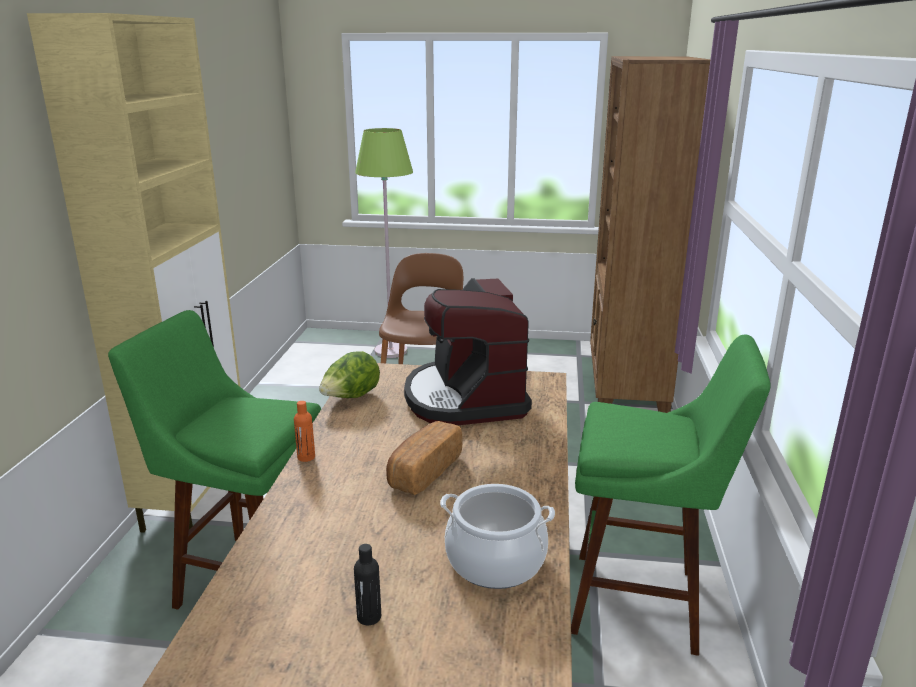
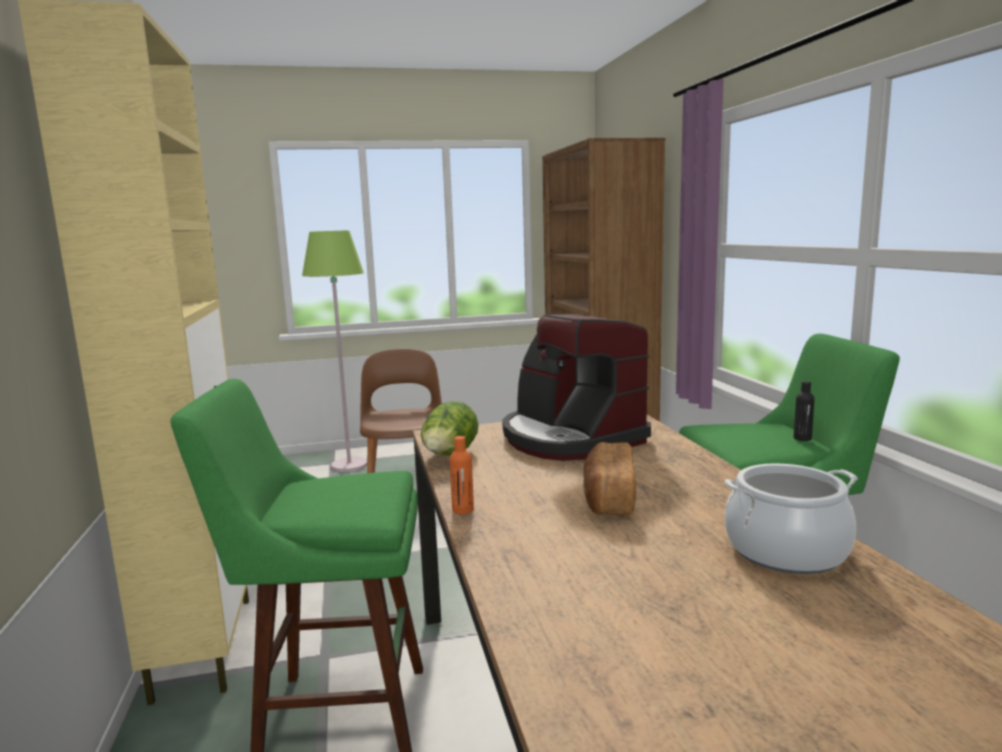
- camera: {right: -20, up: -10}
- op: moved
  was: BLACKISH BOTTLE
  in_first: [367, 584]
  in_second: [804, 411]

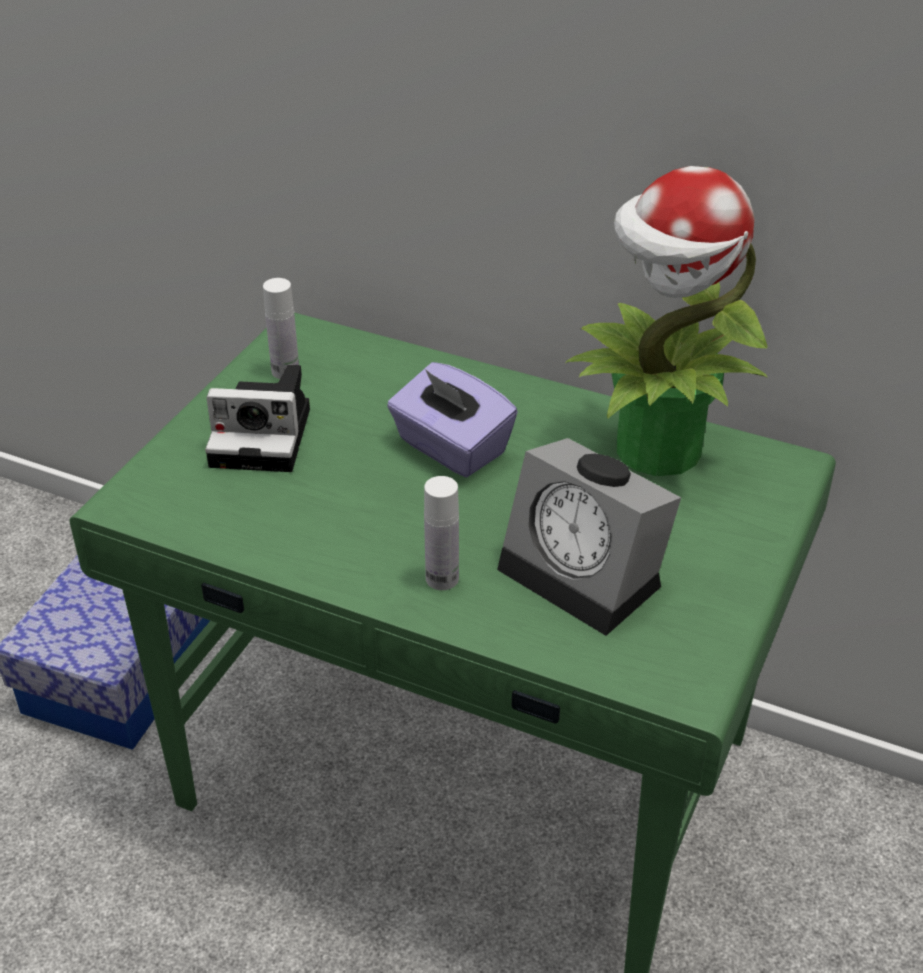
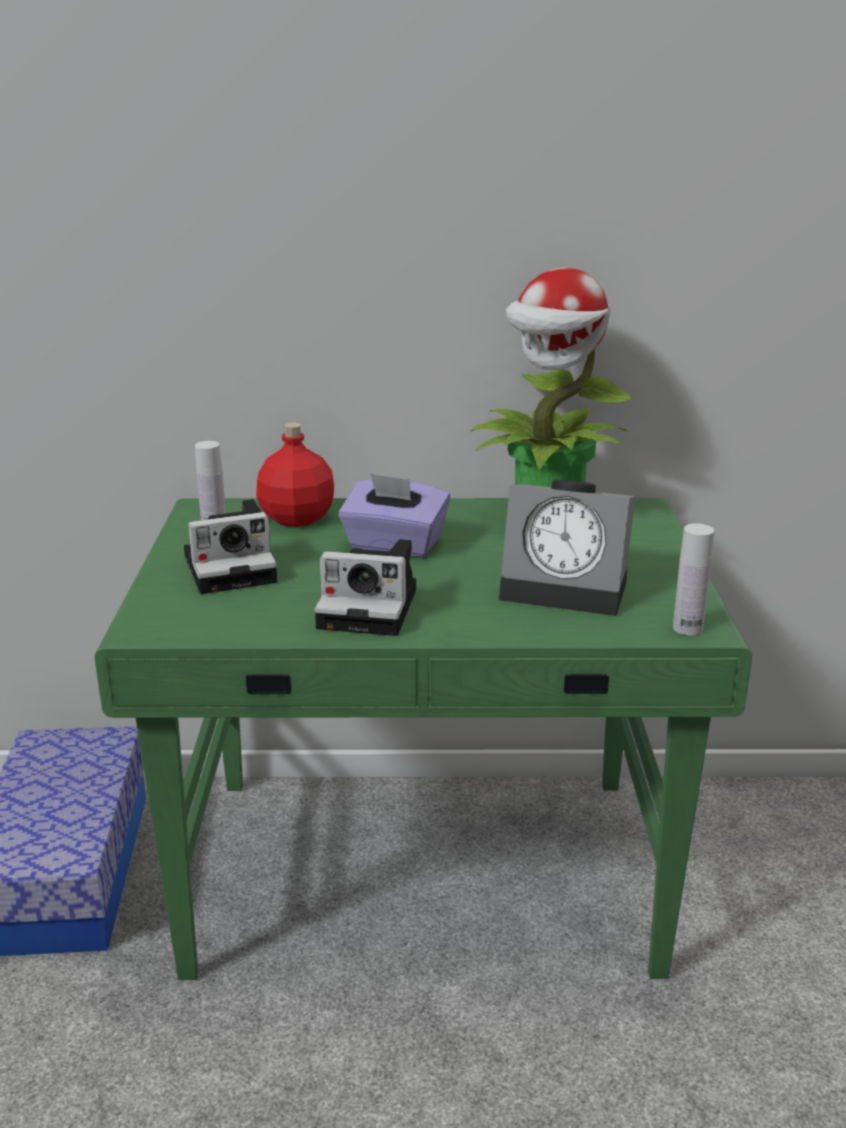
- camera: {right: -25, up: -15}
- op: added
  now: RED BOTTLE
  in_second: [295, 475]
- op: added
  now: PHOTO CAMERA
  in_second: [365, 587]
- op: moved
  was: WHITISH BOTTLE
  in_first: [441, 533]
  in_second: [693, 579]

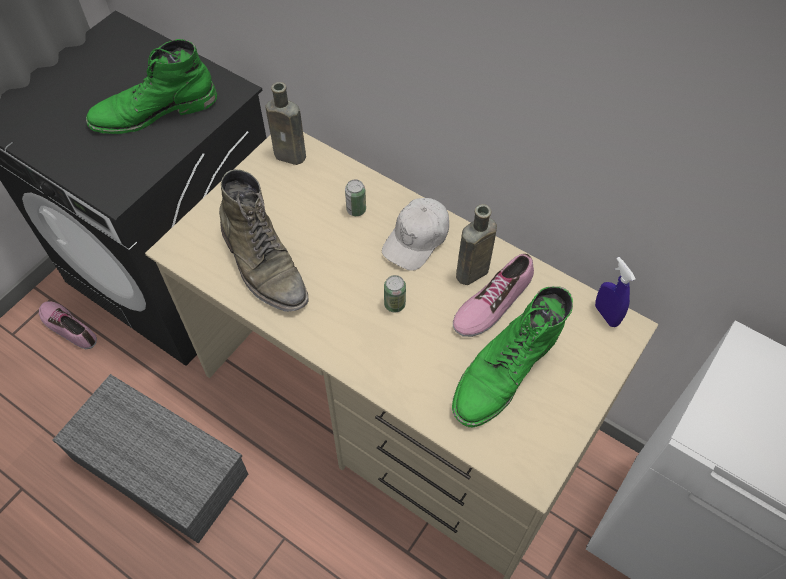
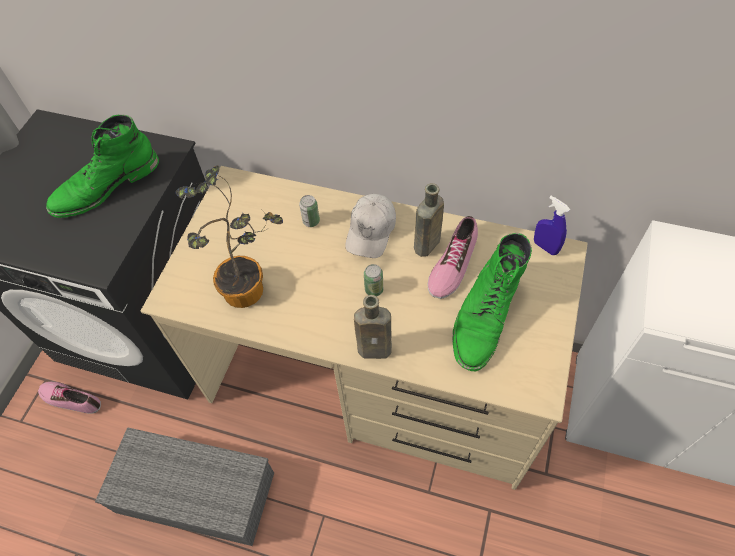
- camera: {right: -15, up: 0}
- op: replaced
  was: GREENISH HIGH-TOP BOOT
  now: HOUSEPLANT
  in_first: [263, 240]
  in_second: [229, 236]
- op: moved
  was: BROWNISH BOTTLE
  in_first: [285, 123]
  in_second: [373, 327]

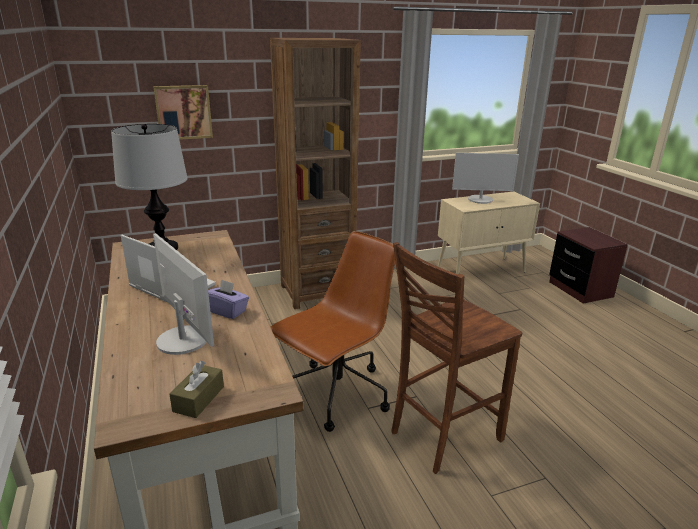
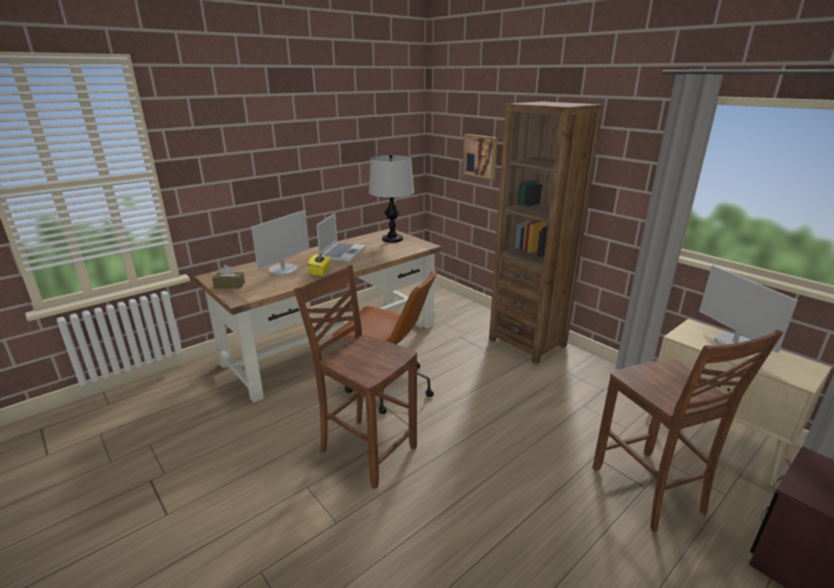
- camera: {right: 70, up: 0}
- op: recoloured
  was: PURPLE-COLOURED BOX OF TISSUES
  now: YELLOW-COLOURED BOX OF TISSUES
  in_first: [228, 299]
  in_second: [319, 264]
- op: added
  now: BROWNISH CHAIR
  in_second: [688, 430]

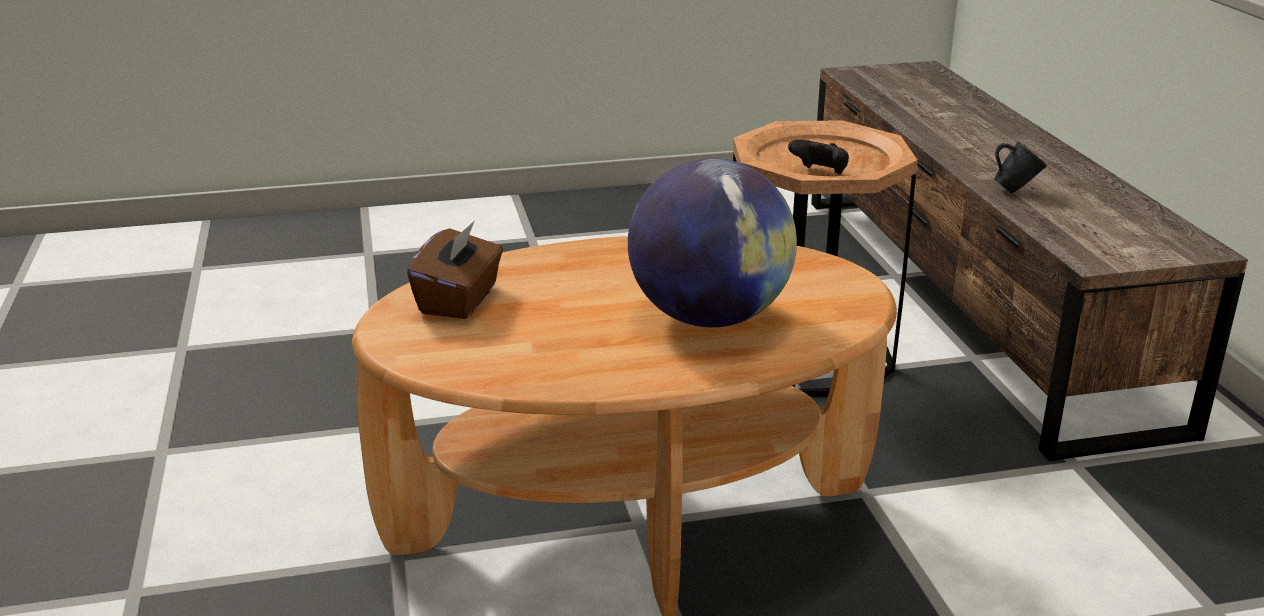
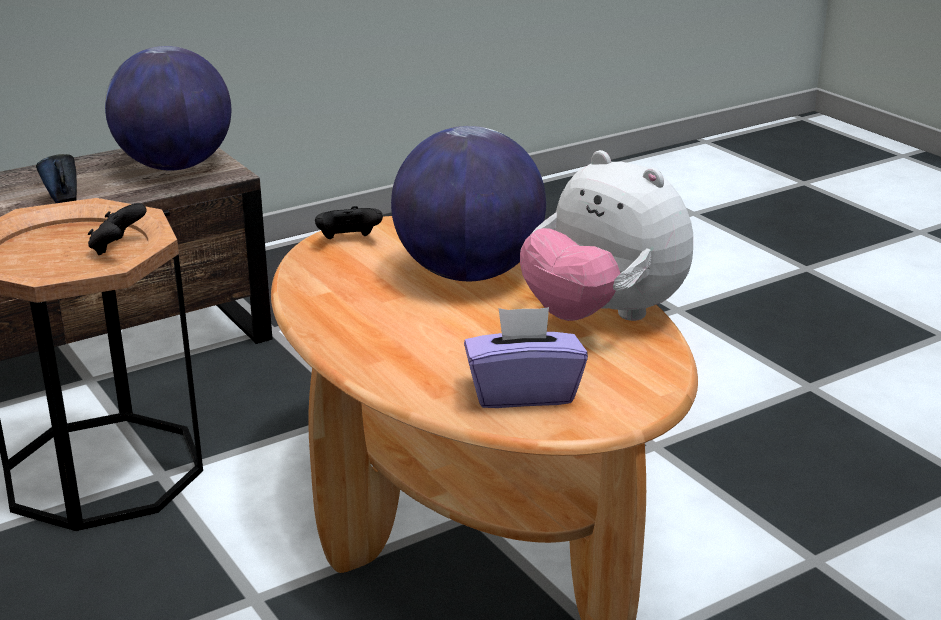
- camera: {right: -110, up: 0}
- op: added
  now: WORLD GLOBE
  in_second: [168, 108]
- op: added
  now: BLACKISH JOYPAD
  in_second: [349, 222]
- op: recoloured
  was: BROWNISH BOX OF TISSUES
  now: PURPLE-COLOURED BOX OF TISSUES
  in_first: [455, 270]
  in_second: [526, 357]
- op: added
  now: SOFT TOY
  in_second: [606, 235]

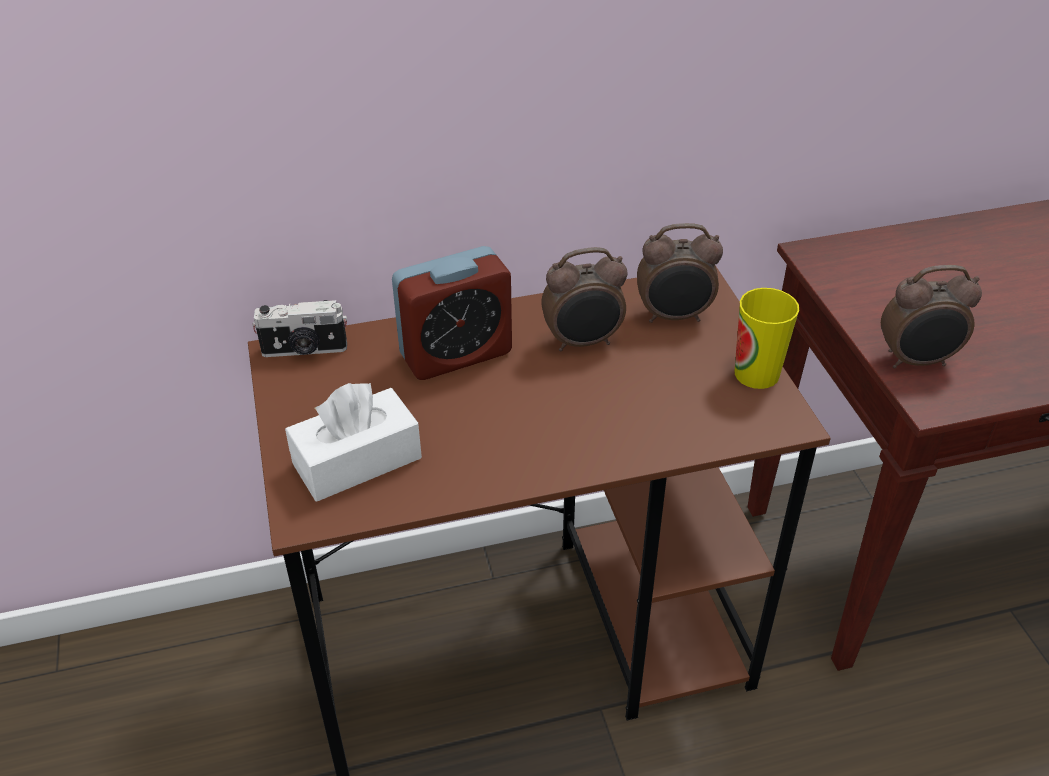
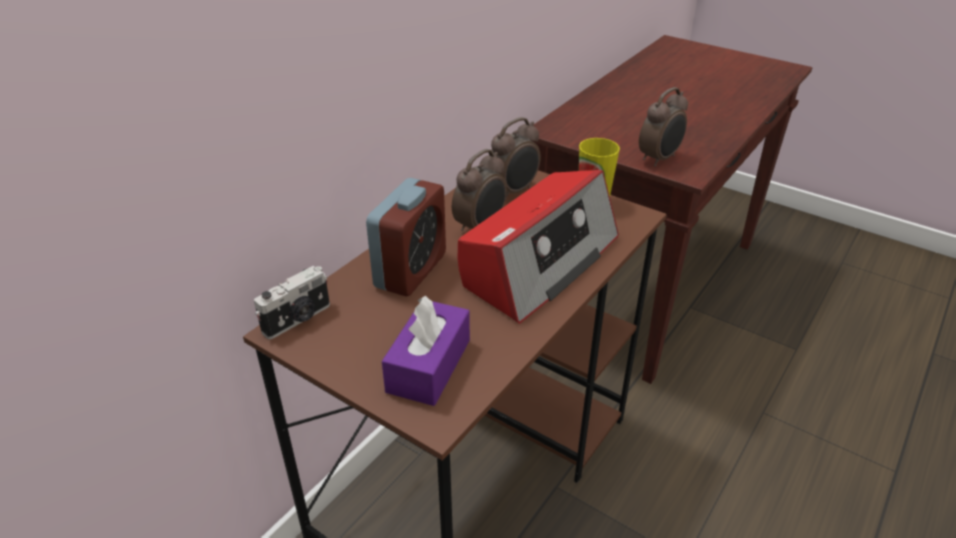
- camera: {right: -40, up: -5}
- op: recoloured
  was: WHITISH BOX OF TISSUES
  now: PURPLE-COLOURED BOX OF TISSUES
  in_first: [353, 442]
  in_second: [426, 351]
- op: added
  now: RADIO RECEIVER
  in_second: [538, 247]

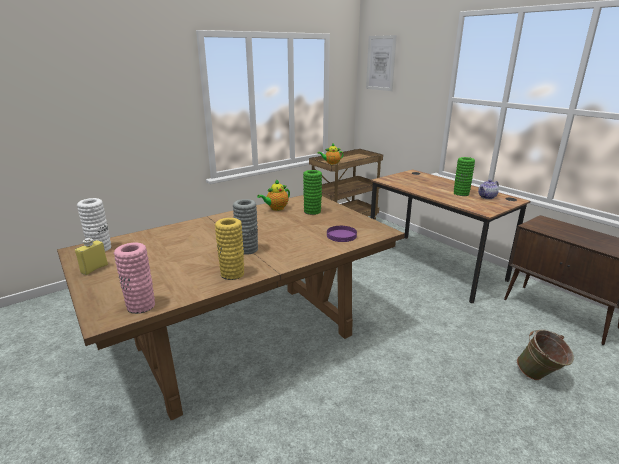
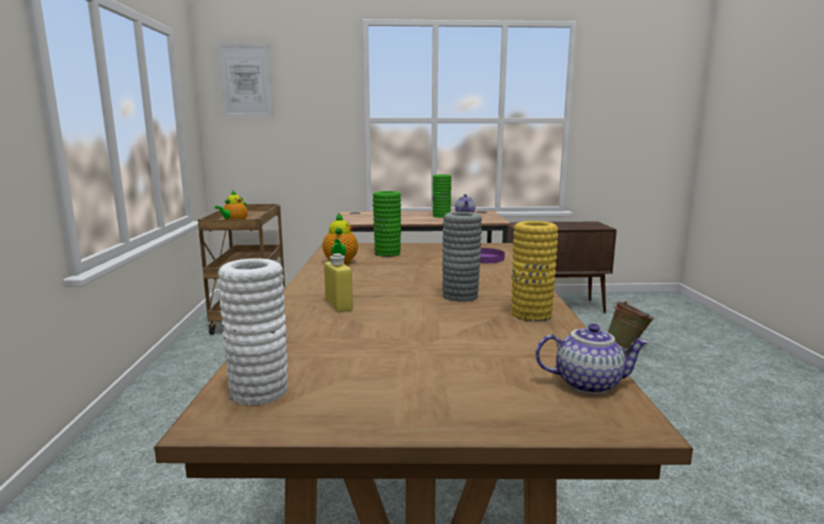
- camera: {right: -55, up: -10}
- op: moved
  was: YELLOW-COLOURED BOTTLE
  in_first: [91, 256]
  in_second: [338, 282]
- op: replaced
  was: PINK-COLOURED FLOWER VASE
  now: TEA POT
  in_first: [134, 278]
  in_second: [592, 359]

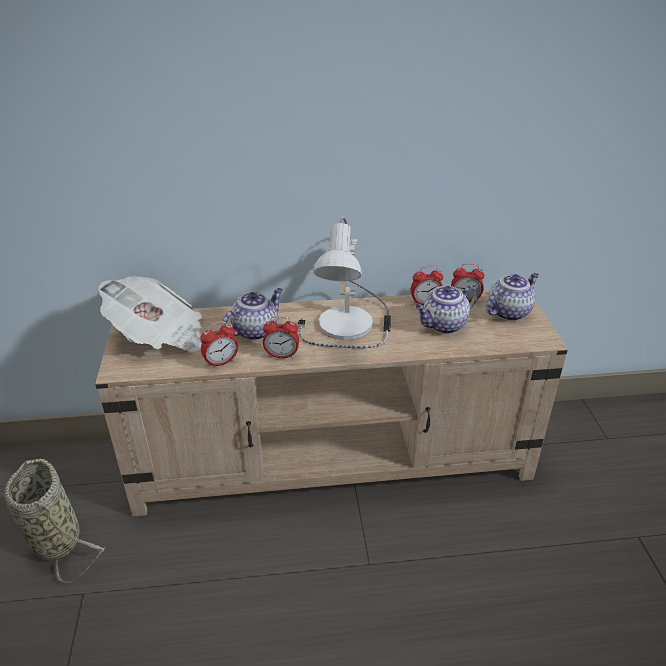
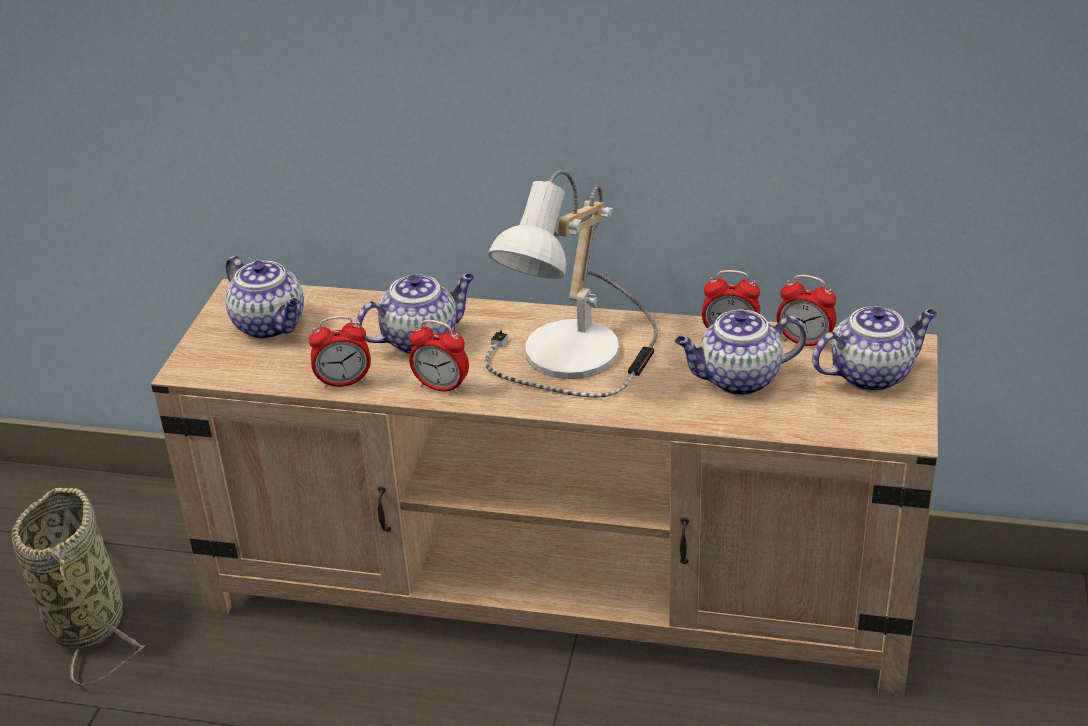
- camera: {right: 20, up: 0}
- op: replaced
  was: DAILY PAPER
  now: TEA POT
  in_first: [150, 314]
  in_second: [264, 297]

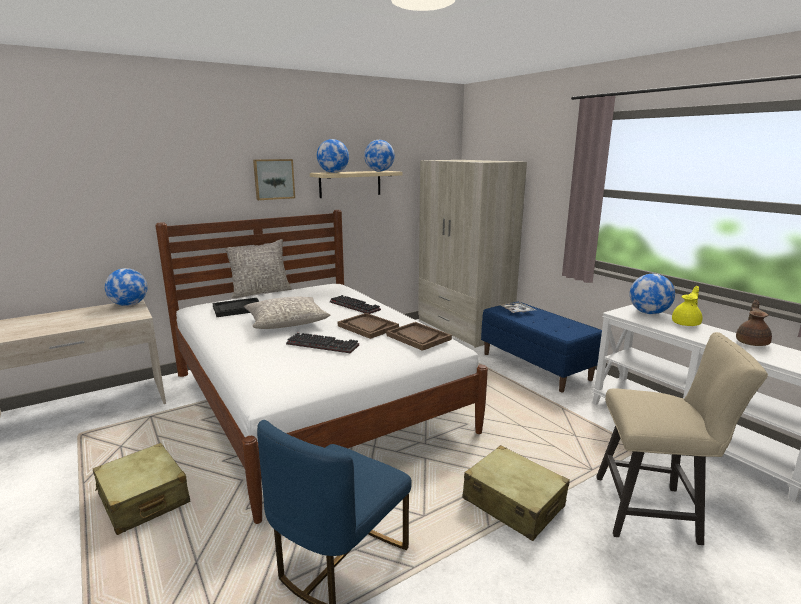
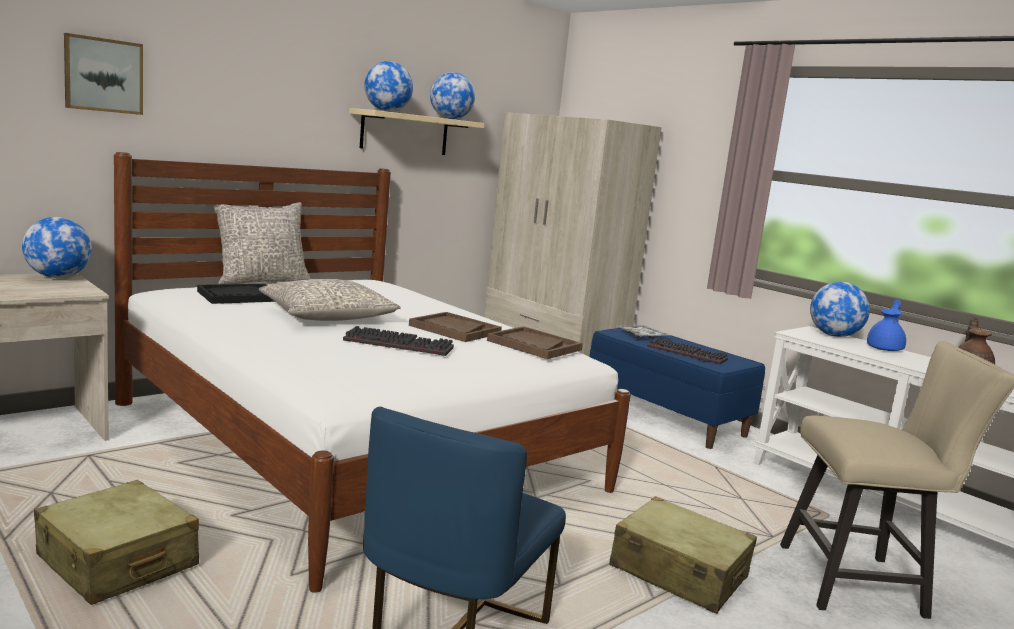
- camera: {right: -10, up: -5}
- op: moved
  was: WALL ART
  in_first: [274, 179]
  in_second: [103, 74]
- op: moved
  was: COMPUTER KEYBOARD
  in_first: [355, 304]
  in_second: [687, 351]
- op: recoloured
  was: YELLOW-COLOURED TEA POT
  now: BLUE-COLOURED TEA POT
  in_first: [687, 306]
  in_second: [886, 325]

